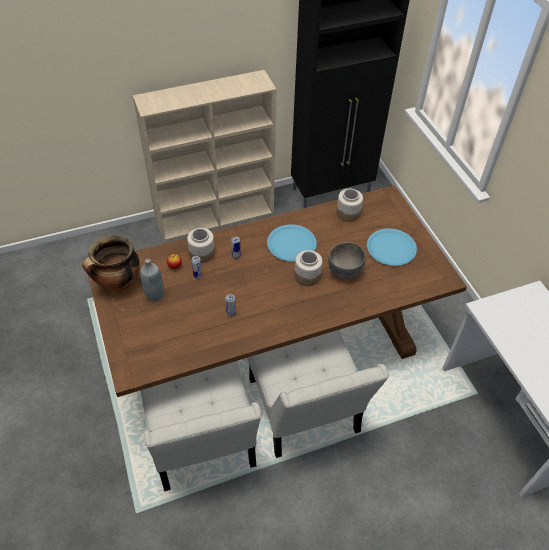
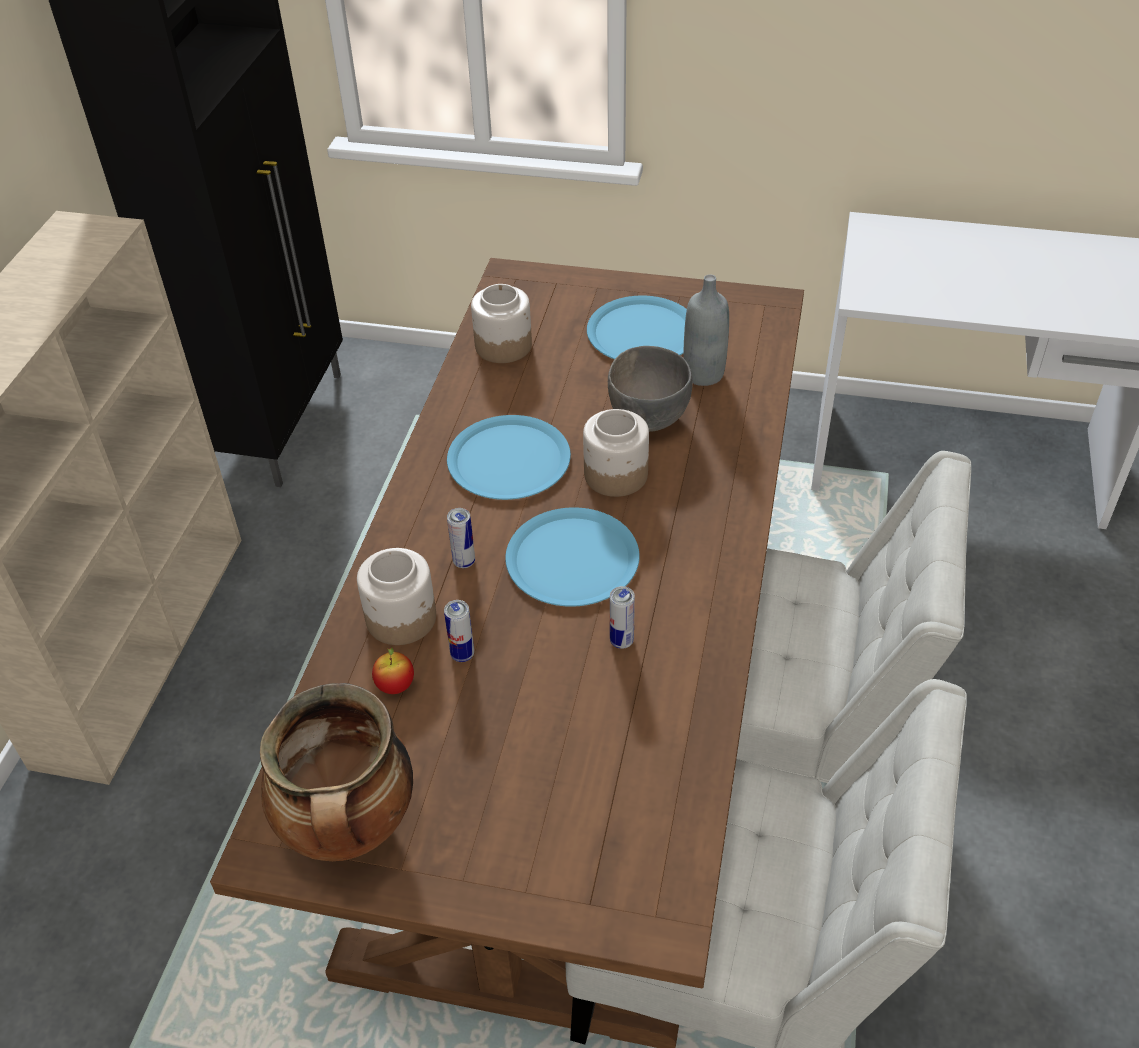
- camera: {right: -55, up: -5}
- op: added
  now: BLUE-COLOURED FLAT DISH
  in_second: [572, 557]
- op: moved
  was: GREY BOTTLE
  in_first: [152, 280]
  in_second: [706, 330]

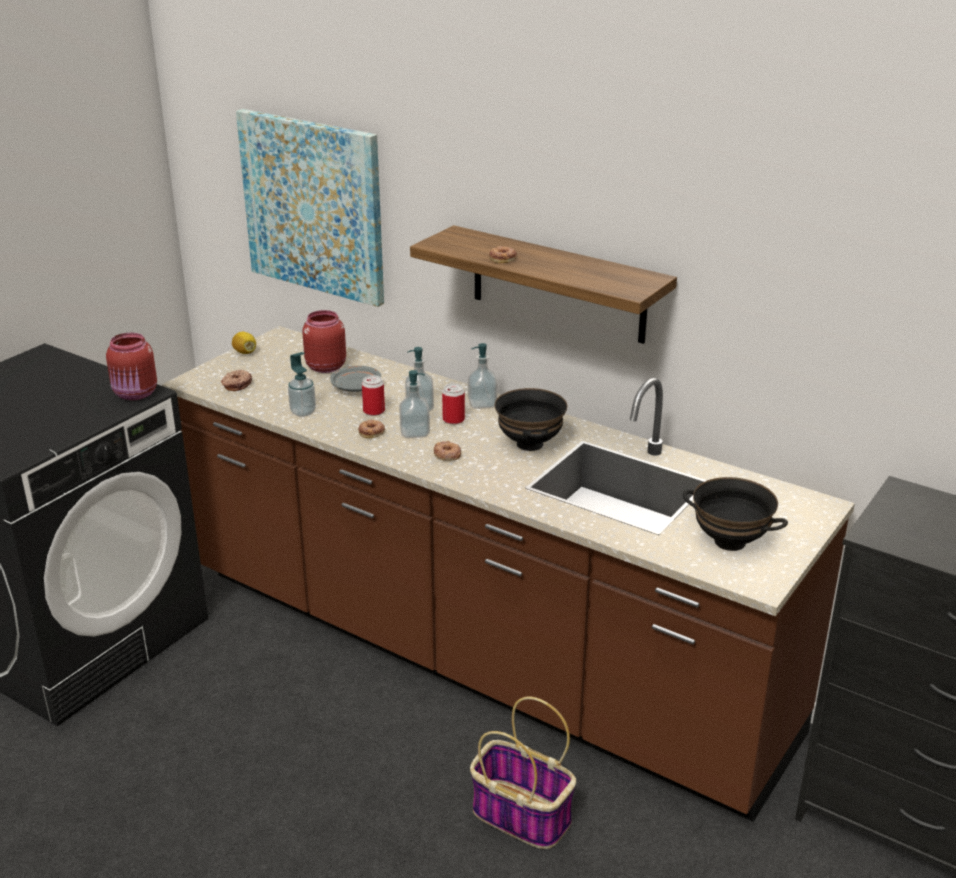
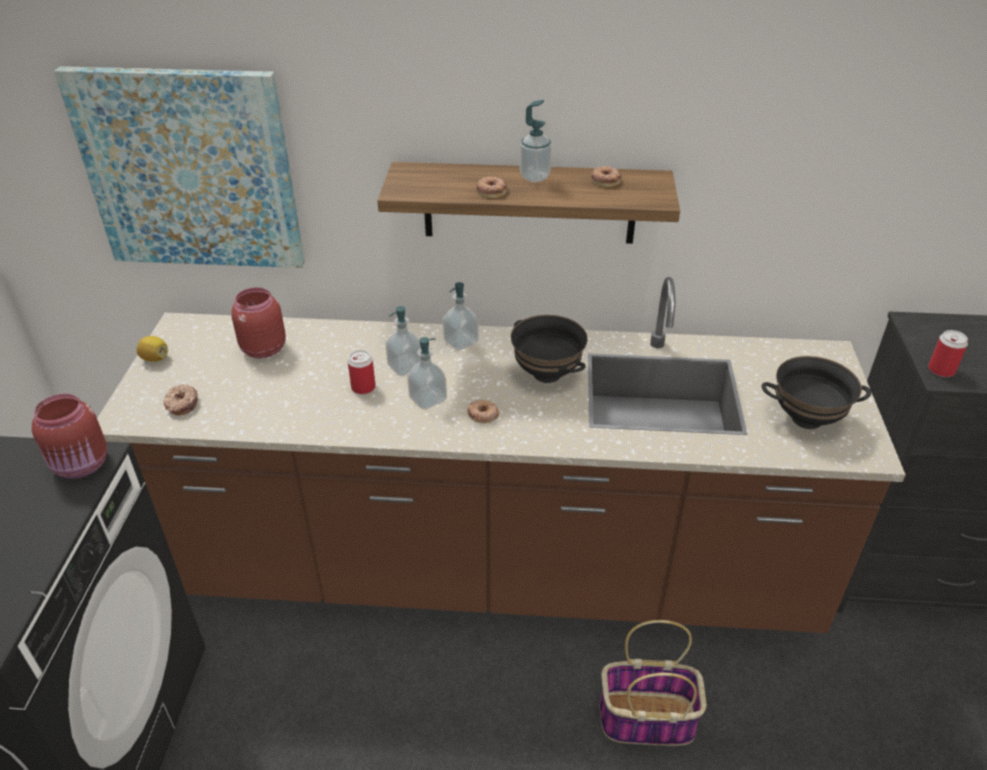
- camera: {right: -30, up: 10}
- op: moved
  was: SOAP DISPENSER
  in_first: [302, 384]
  in_second: [536, 141]
- op: moved
  was: DONUT
  in_first: [371, 429]
  in_second: [606, 176]
- op: moved
  was: SEALED CAN
  in_first: [453, 403]
  in_second: [948, 353]
- op: removed
  was: GREY FLAT DISH
  in_first: [355, 379]

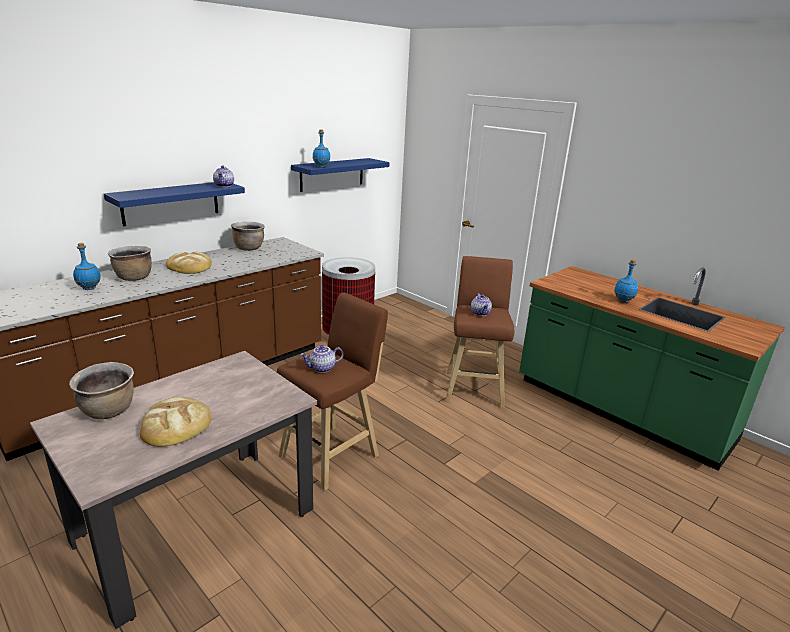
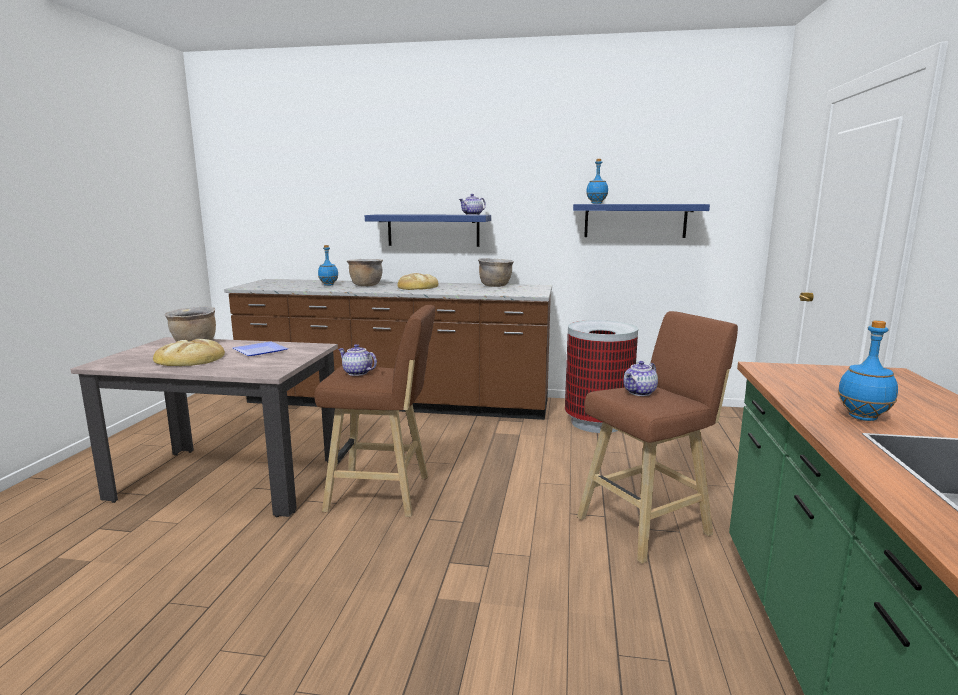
- camera: {right: 55, up: -10}
- op: added
  now: FLAT DISH
  in_second: [260, 348]

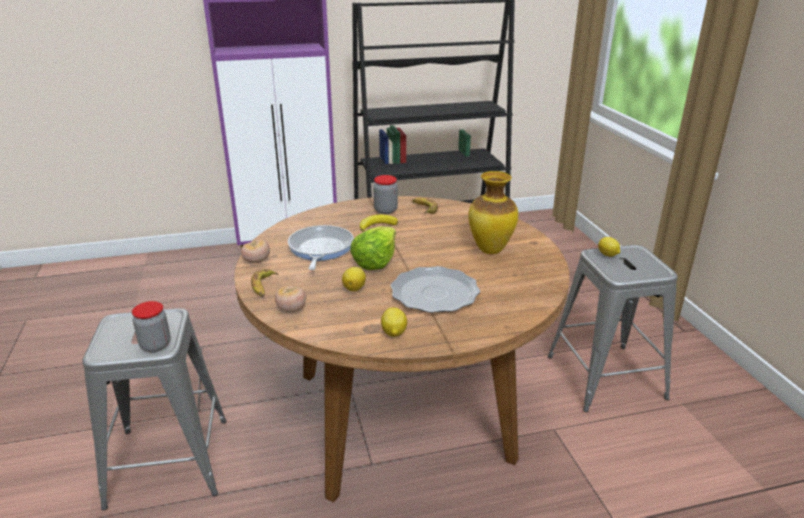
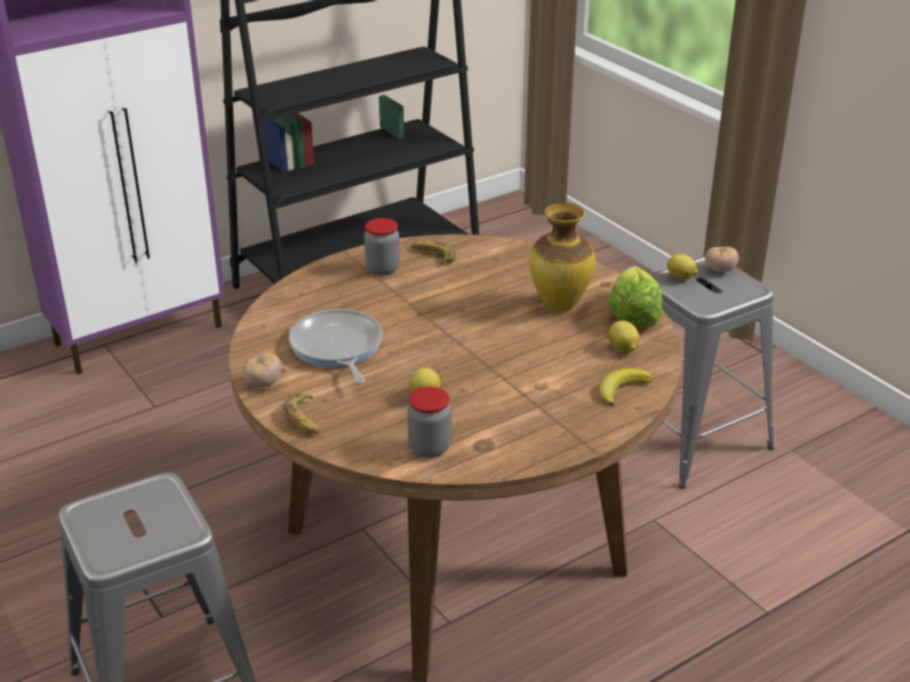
- camera: {right: -20, up: 5}
- op: moved
  was: JAR
  in_first: [151, 326]
  in_second: [429, 422]
- op: moved
  was: BANANA FRUIT
  in_first: [379, 223]
  in_second: [625, 387]
- op: moved
  was: LETTUCE HEAD
  in_first: [373, 248]
  in_second: [635, 297]
- op: moved
  was: CITRUS FRUIT
  in_first: [394, 322]
  in_second: [624, 337]
- op: moved
  was: FRESH TOMATO
  in_first: [290, 299]
  in_second: [722, 259]
- op: removed
  was: FLAT DISH
  in_first: [435, 289]

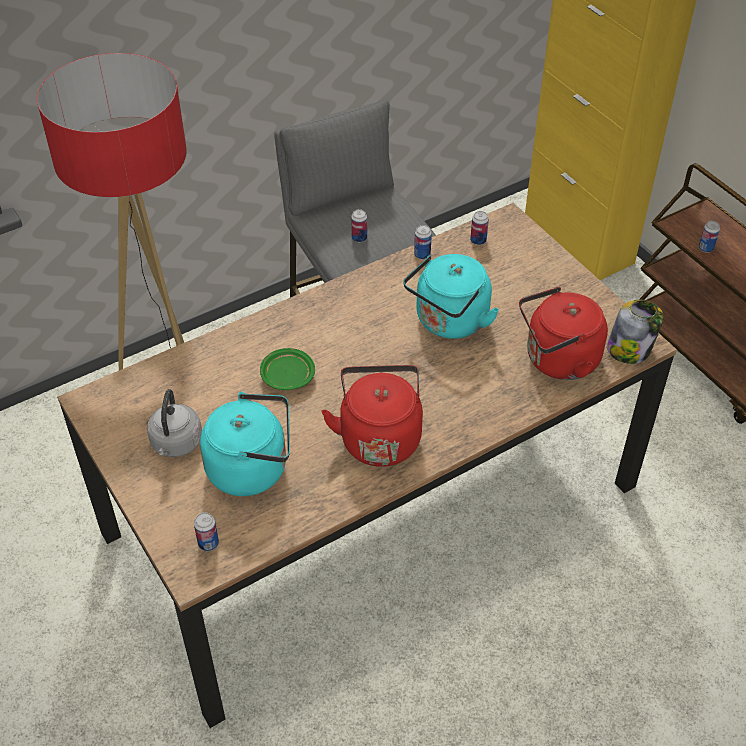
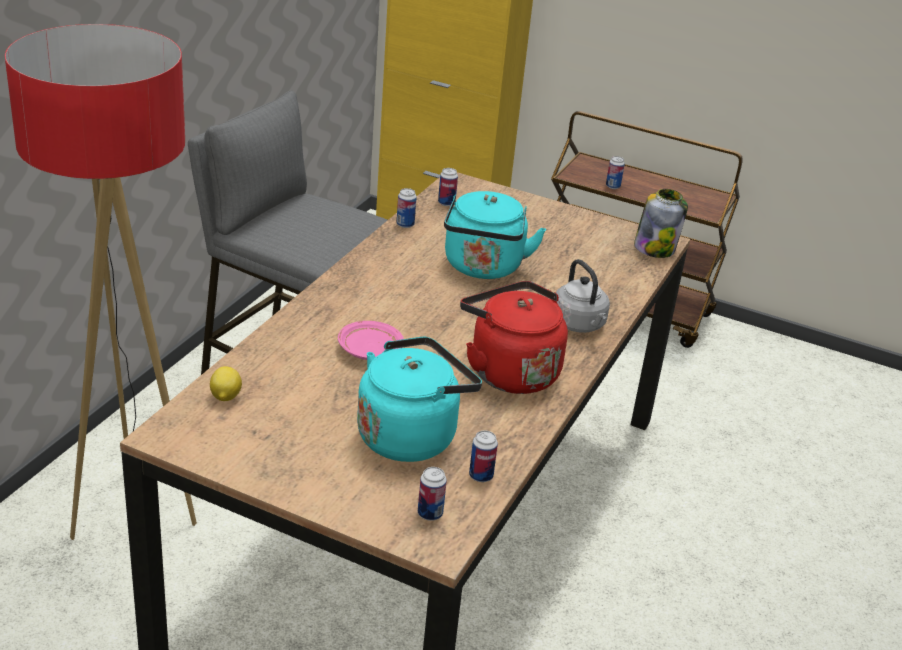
- camera: {right: -35, up: -15}
- op: added
  now: CITRUS FRUIT
  in_second: [226, 383]
- op: recoloured
  was: GREENISH FLAT DISH
  now: PINK-COLOURED FLAT DISH
  in_first: [287, 369]
  in_second: [371, 340]
- op: moved
  was: SEALED CAN
  in_first: [359, 225]
  in_second: [483, 456]
- op: moved
  was: GREY TEA KETTLE
  in_first: [174, 423]
  in_second: [583, 296]
- op: removed
  was: RED TEA KETTLE
  in_first: [563, 333]

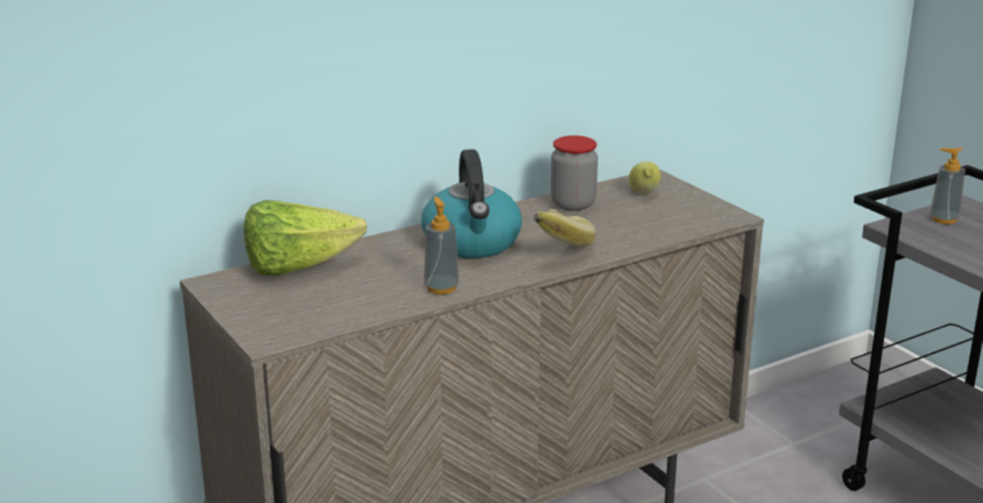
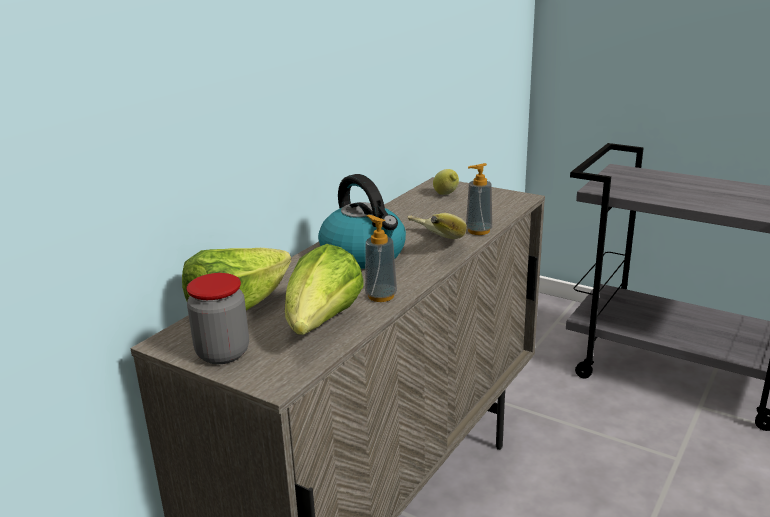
- camera: {right: -25, up: 0}
- op: moved
  was: JAR
  in_first: [574, 173]
  in_second: [218, 318]
- op: added
  now: LETTUCE HEAD
  in_second: [324, 289]
- op: moved
  was: SOAP DISPENSER
  in_first: [947, 186]
  in_second: [479, 199]

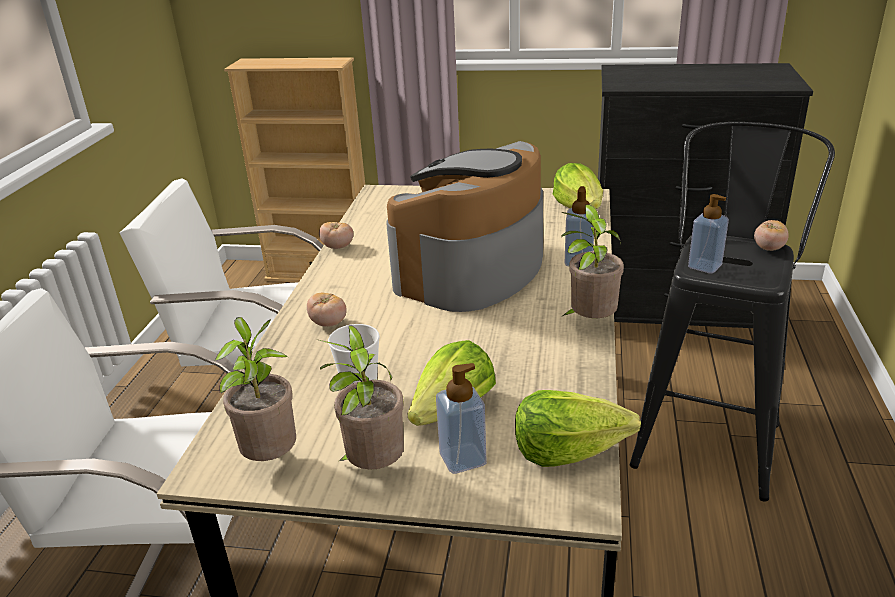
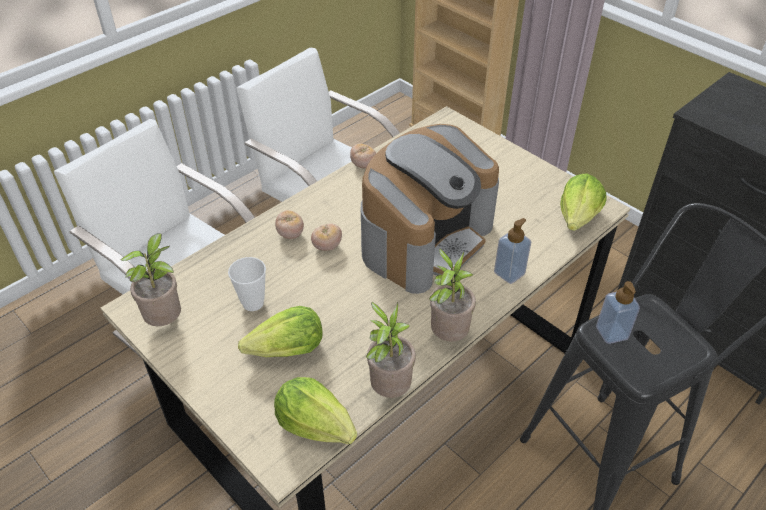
- camera: {right: 35, up: 15}
- op: moved
  was: FRESH TOMATO
  in_first: [771, 235]
  in_second: [326, 237]
- op: turned
  was: COFFEE BREWER
  in_first: [464, 226]
  in_second: [430, 209]
  clockwise: 150
- op: moved
  was: HOUSEPLANT
  in_first: [360, 397]
  in_second: [391, 350]
- op: removed
  was: SOAP DISPENSER
  in_first: [461, 418]

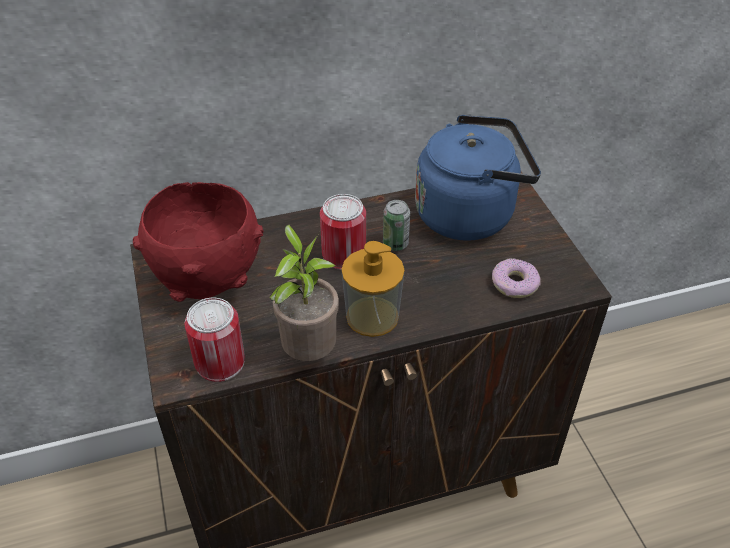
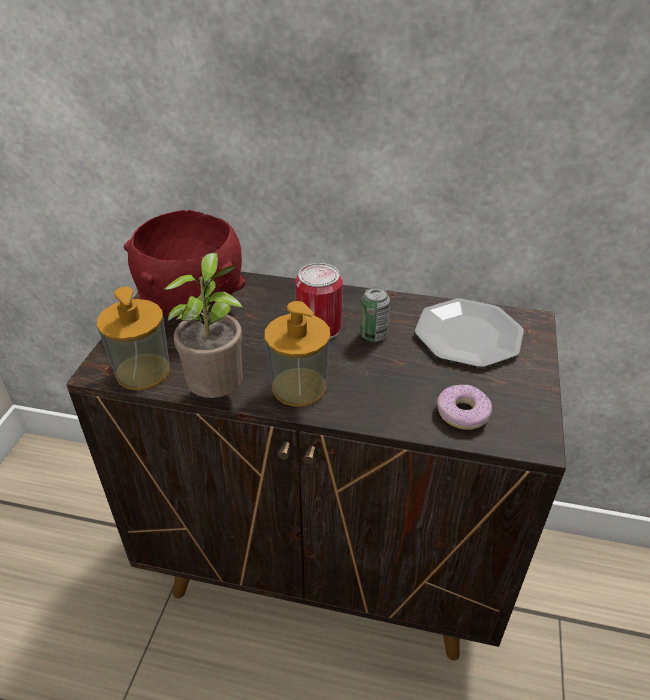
- camera: {right: 30, up: -5}
- op: replaced
  was: SEALED CAN
  now: SOAP DISPENSER
  in_first: [214, 340]
  in_second: [133, 338]
- op: replaced
  was: BLUE-COLOURED TEA KETTLE
  now: FLAT DISH
  in_first: [478, 178]
  in_second: [469, 333]

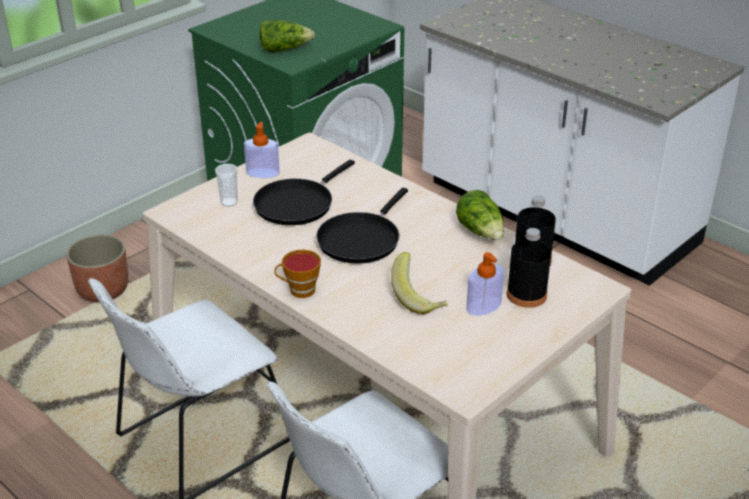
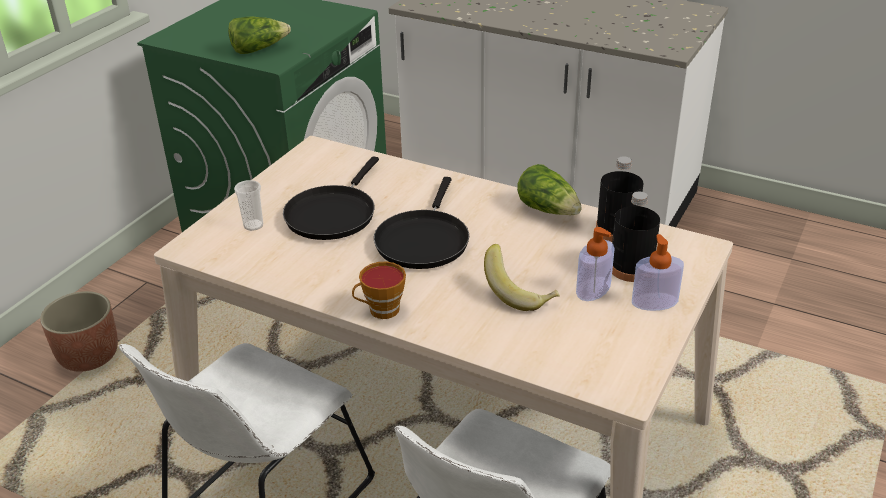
- camera: {right: -15, up: 0}
- op: moved
  was: SOAP DISPENSER
  in_first: [262, 150]
  in_second: [658, 272]

